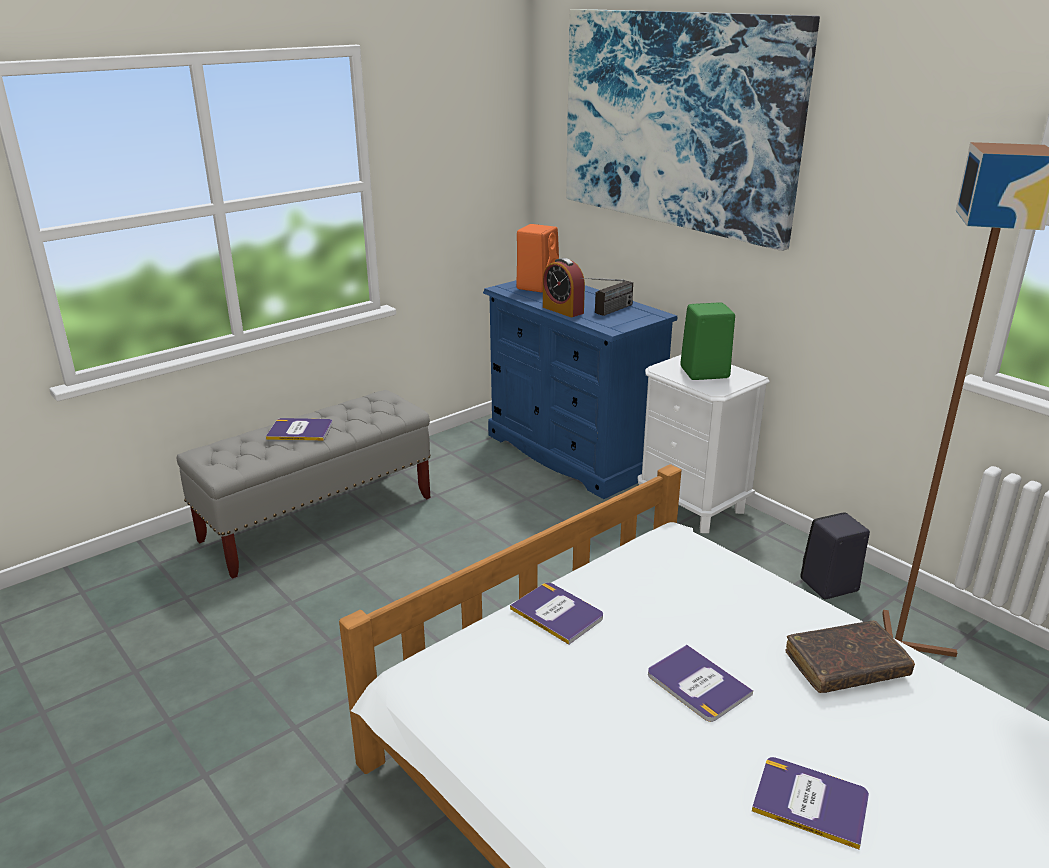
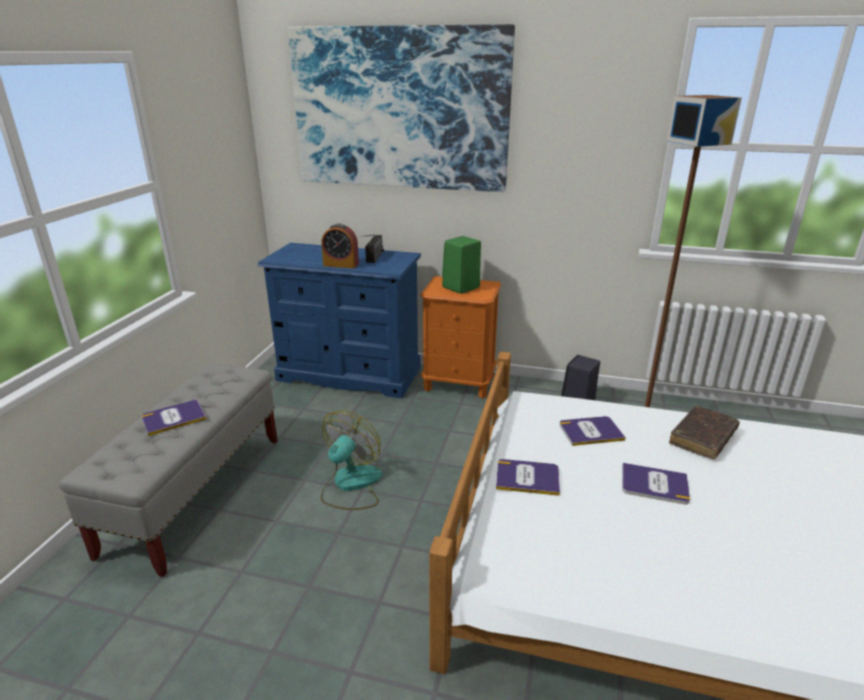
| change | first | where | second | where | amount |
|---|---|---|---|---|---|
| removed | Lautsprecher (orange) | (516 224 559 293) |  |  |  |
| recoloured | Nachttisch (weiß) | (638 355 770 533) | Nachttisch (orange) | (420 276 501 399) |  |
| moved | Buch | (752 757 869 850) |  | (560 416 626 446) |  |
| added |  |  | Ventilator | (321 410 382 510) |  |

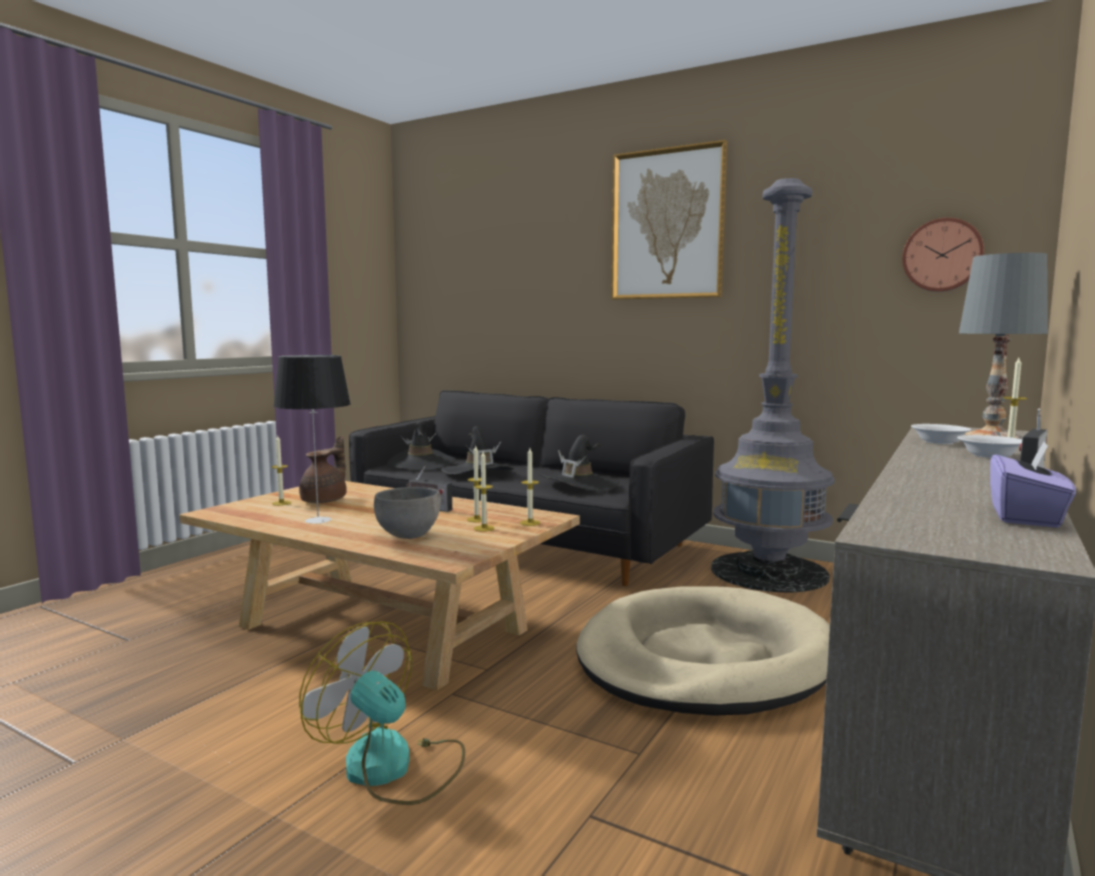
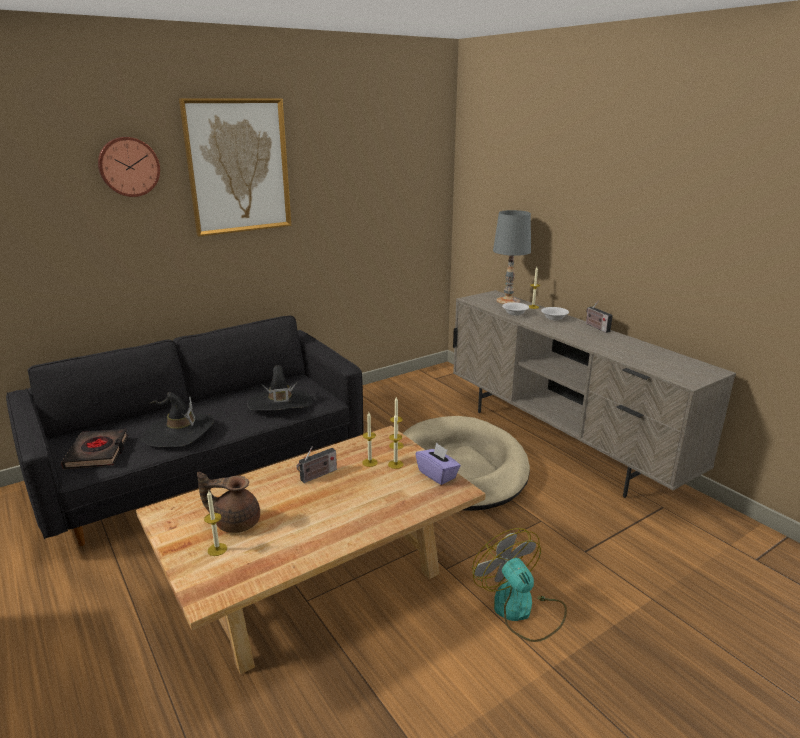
| change | first | where | second | where | amount |
|---|---|---|---|---|---|
| removed | Tischlampe | (273 355 351 524) |  |  |  |
| turned | Teekanne (braun) | (299 436 347 503) |  | (197 472 260 533) | 45 degrees counterclockwise |
| turned | Ventilator | (299 621 465 805) |  | (472 528 567 642) | 90 degrees clockwise |
| removed | Schüssel (grau) | (374 487 441 539) |  |  |  |
| replaced | Hut (schwarz) | (386 421 456 471) | Buch (schwarz) | (61 429 128 469) |  |
| removed | Stehlampe (grau) | (711 178 835 592) |  |  |  |
| moved | Wanduhr | (902 218 984 292) |  | (98 137 160 197) |  |
| moved | Taschentuchbox (lila) | (990 440 1076 528) |  | (416 443 461 485) |  |

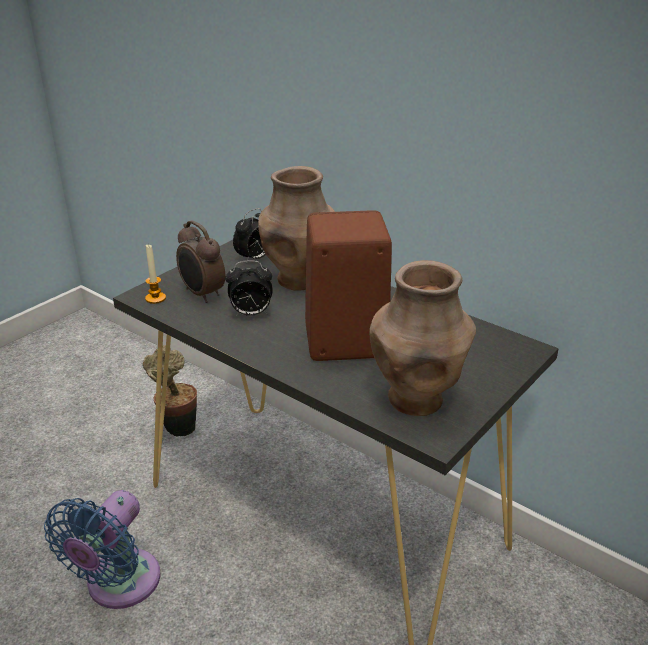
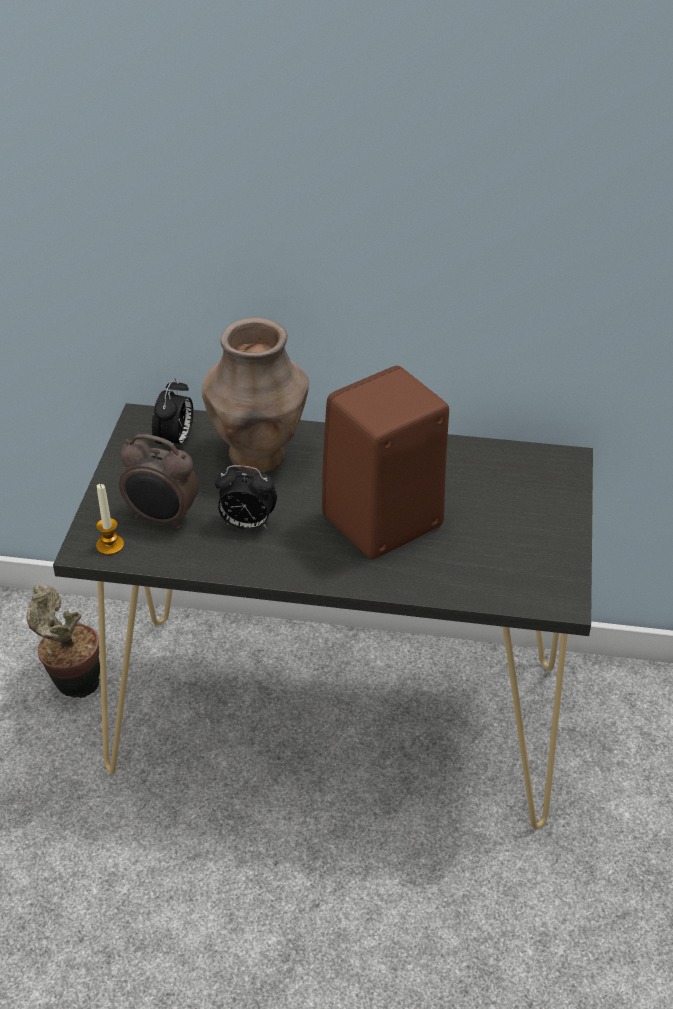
| change | first | where | second | where | amount |
|---|---|---|---|---|---|
| removed | Ventilator (blau) | (44 490 160 609) |  |  |  |
| turned | Wecker | (225 260 272 316) |  | (215 465 277 530) | 45 degrees clockwise |
| removed | Vase (braun) | (369 260 476 416) |  |  |  |

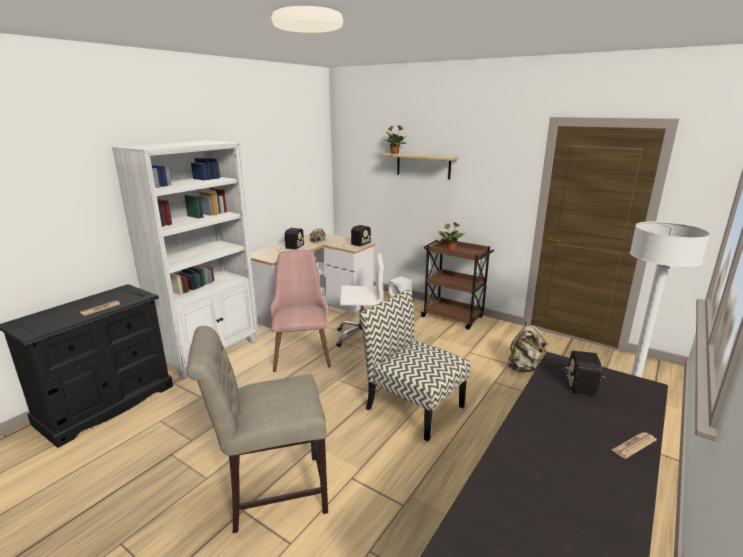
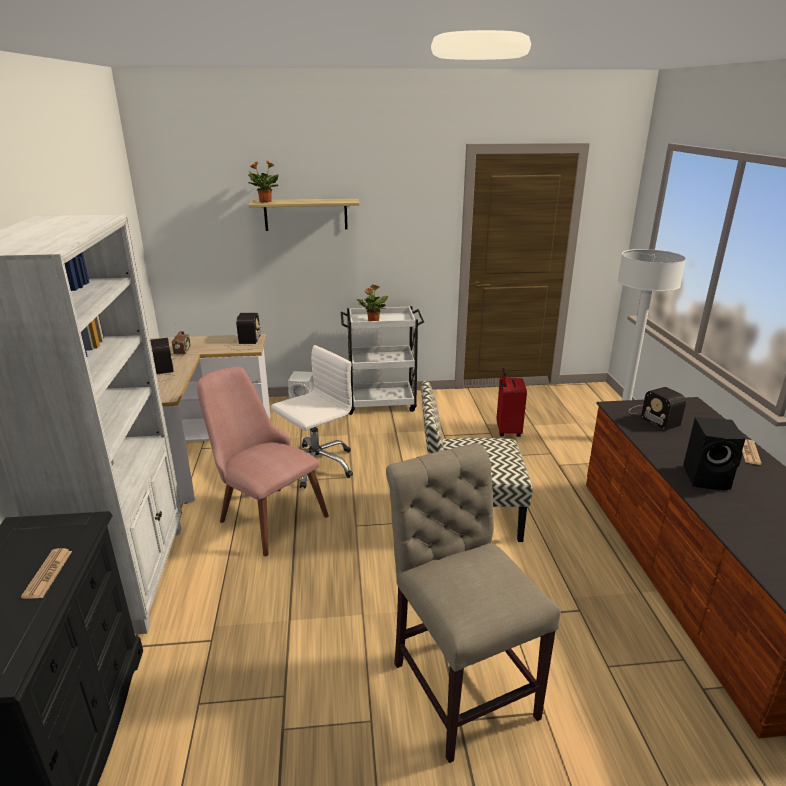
| change | first | where | second | where | amount |
|---|---|---|---|---|---|
| turned | Stuhl (beige) | (186 326 328 533) |  | (386 443 561 763) | 120 degrees clockwise |
| recoloured | Rollwagen (braun) | (420 238 494 330) | Rollwagen (weiß) | (341 306 424 415) |  |
| replaced | Rucksack (beige) | (508 321 547 372) | Koffer (rot) | (497 367 527 437) |  |
| added |  |  | Lautsprecher (schwarz) | (683 417 745 490) |  |

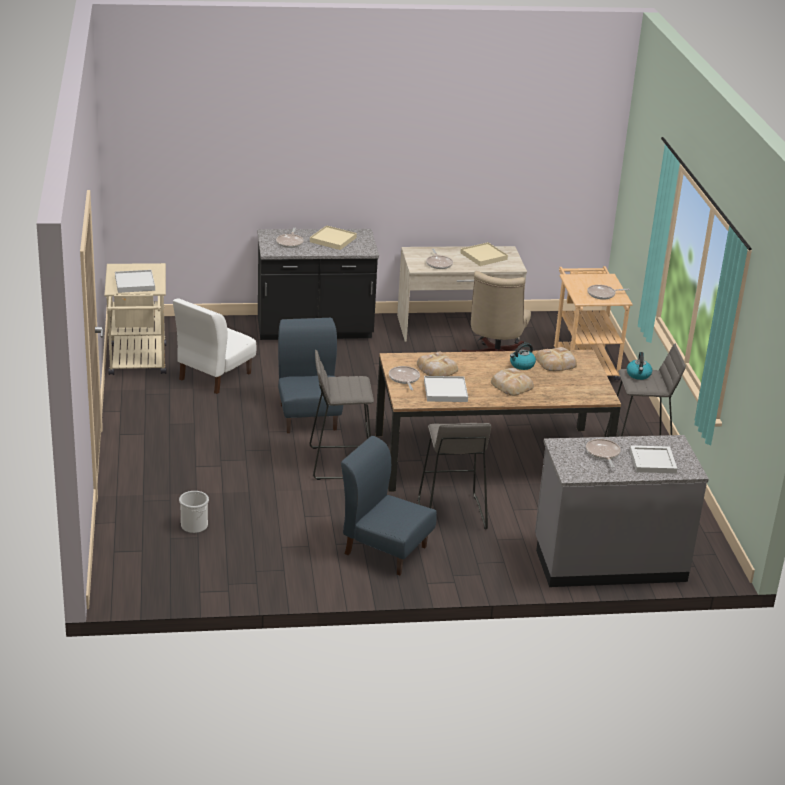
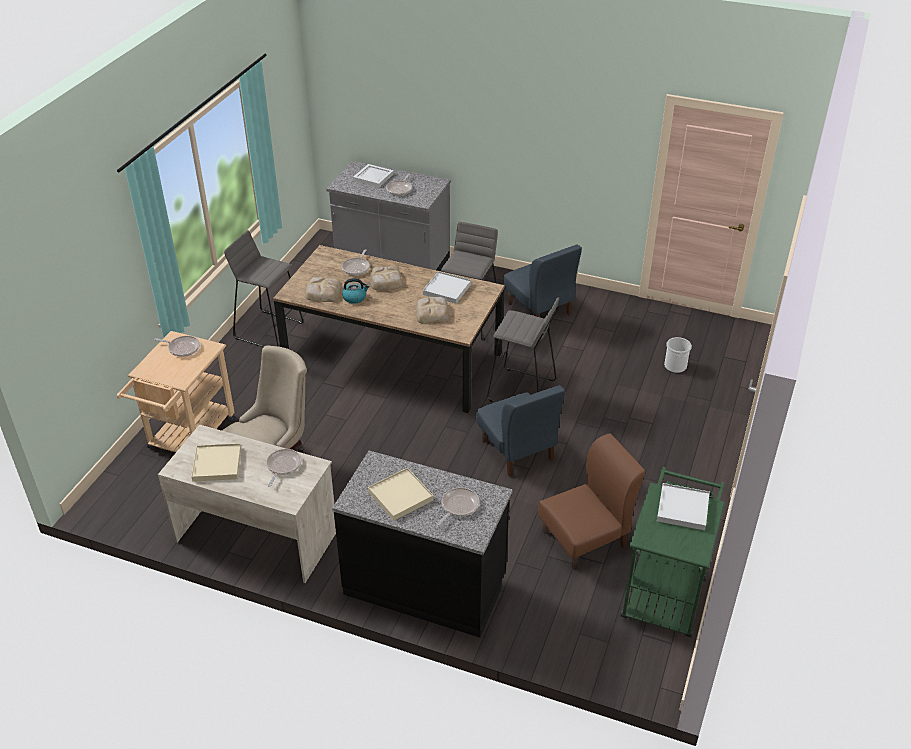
| change | first | where | second | where | amount |
|---|---|---|---|---|---|
| recoloured | Rollwagen (beige) | (104 263 167 375) | Rollwagen (grün) | (620 467 725 638) |  |
| recoloured | Stuhl (weiß) | (173 298 257 394) | Stuhl (braun) | (538 433 645 570) |  |
| turned | Stuhl (blau) | (278 318 343 433) |  | (476 385 565 477) | 45 degrees counterclockwise |
| moved | Pfanne | (389 366 420 390) |  | (342 249 370 275) |  |
| removed | Wasserkessel | (627 352 652 380) |  |  |  |

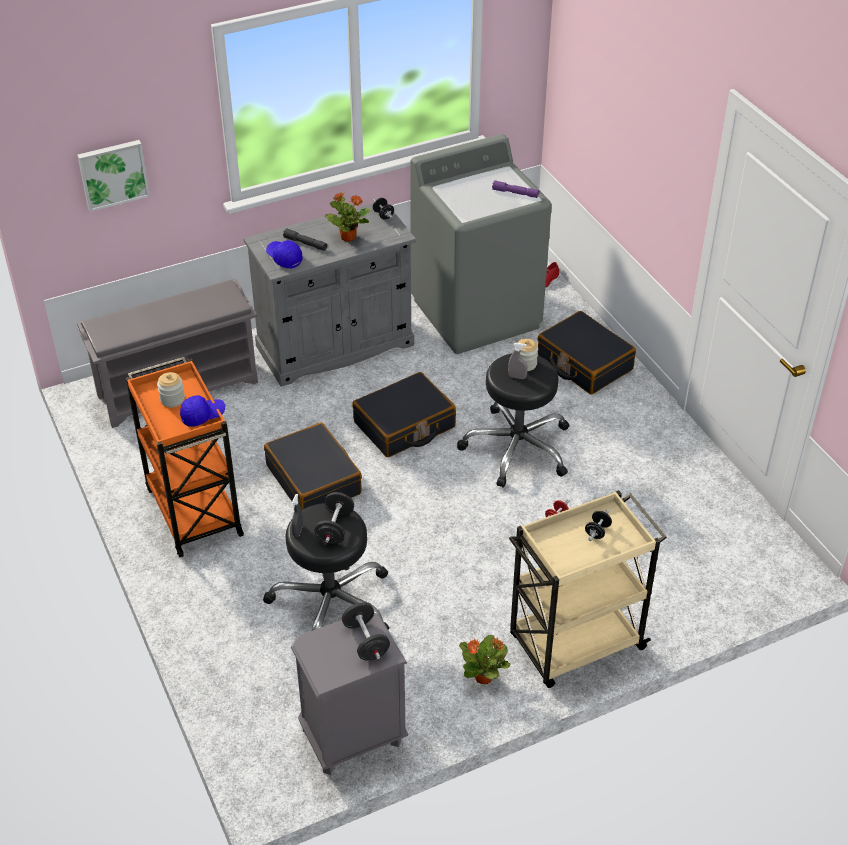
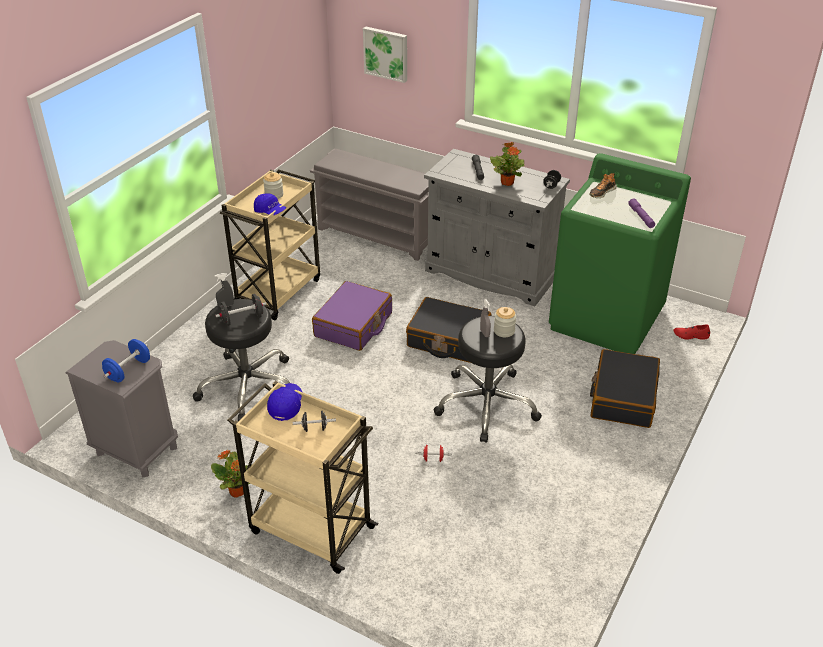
| change | first | where | second | where | amount |
|---|---|---|---|---|---|
| recoloured | Rollwagen (orange) | (125 357 244 557) | Rollwagen (beige) | (220 169 320 320) |  |
| recoloured | Koffer (schwarz) | (264 422 362 510) | Koffer (lila) | (312 281 392 351) |  |
| moved | Kappe (blau) | (266 240 302 269) |  | (267 383 302 421) |  |
| recoloured | Hantel (schwarz) | (342 603 390 660) | Hantel (blau) | (102 339 150 382) |  |
| recoloured | Waschmaschine (grau) | (410 134 552 354) | Waschmaschine (grün) | (549 153 691 354) |  |
| added |  |  | Schuh | (589 173 617 198) |  |

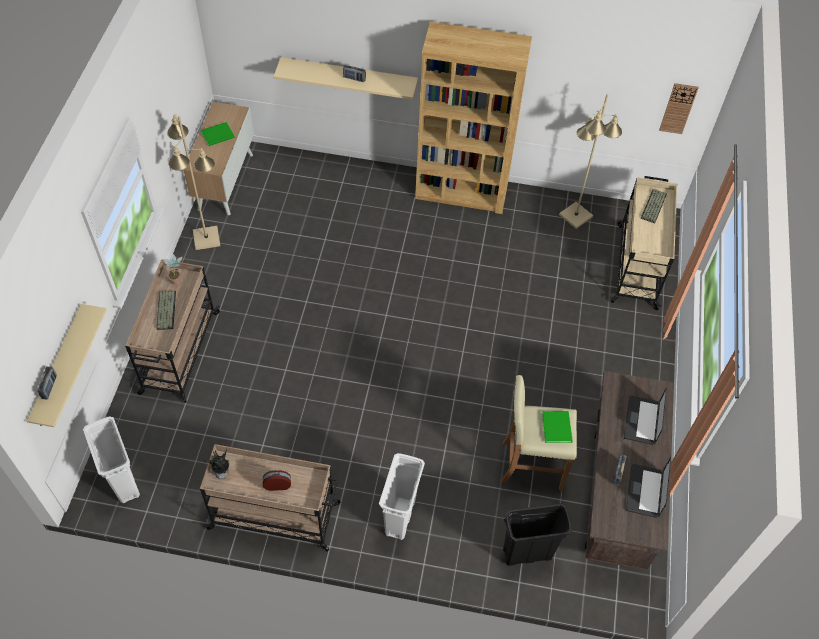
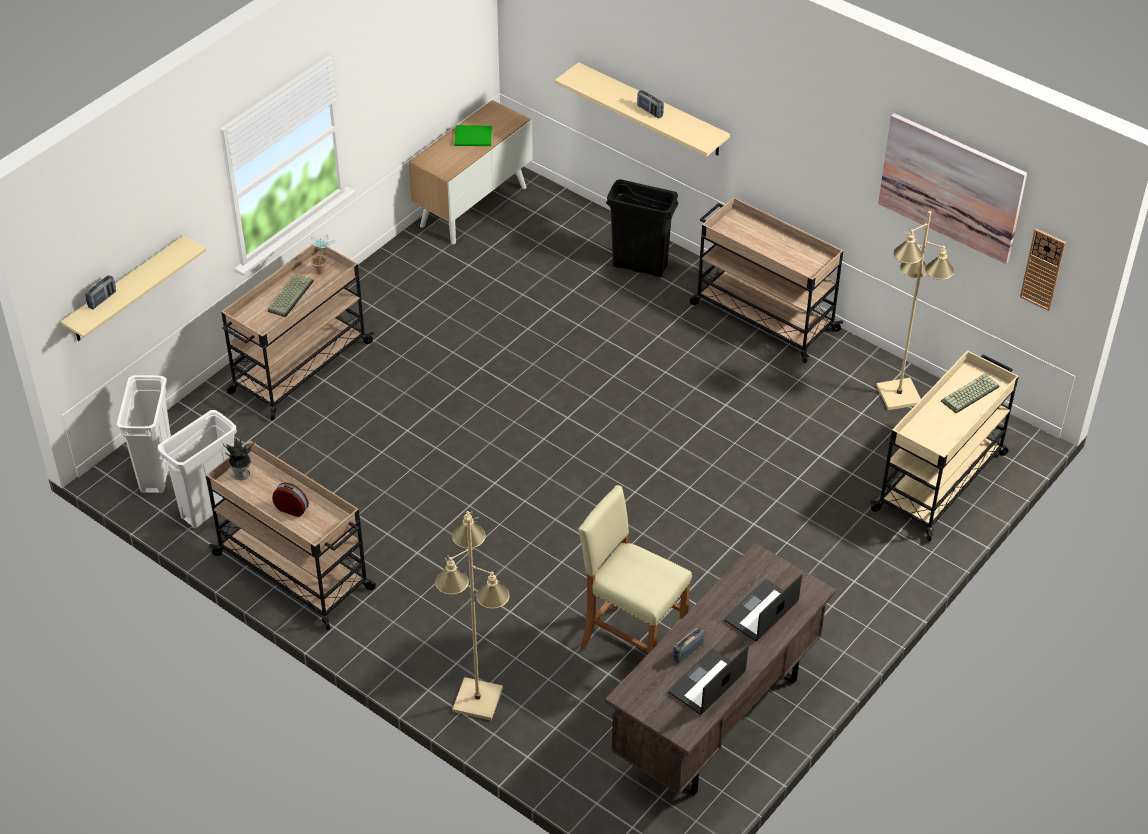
| change | first | where | second | where | amount |
|---|---|---|---|---|---|
| moved | Stehlampe (beige) | (167 114 220 250) |  | (435 511 510 720) |  |
| moved | Mülleimer (weiß) | (379 453 425 540) |  | (158 410 237 528) |  |
| replaced | Bücherregal (braun) | (415 22 532 214) | Rollwagen (beige) | (690 197 843 363) |  |
| moved | Mülleimer (schwarz) | (503 503 572 566) |  | (606 179 679 277) |  |
| removed | Buch (grün) | (542 411 573 443) |  |  |  |
| added |  |  | Bild | (878 113 1027 264) |  |

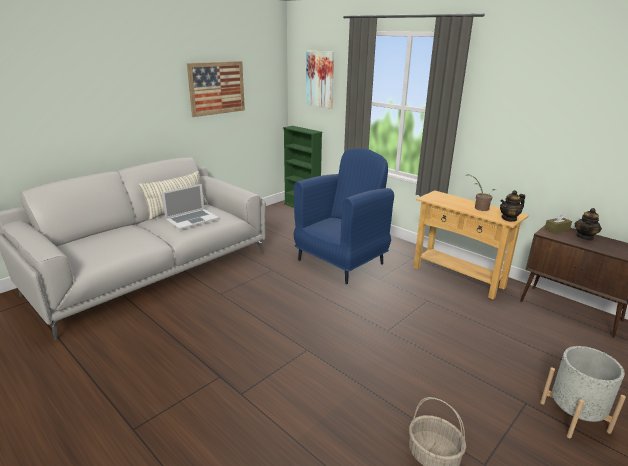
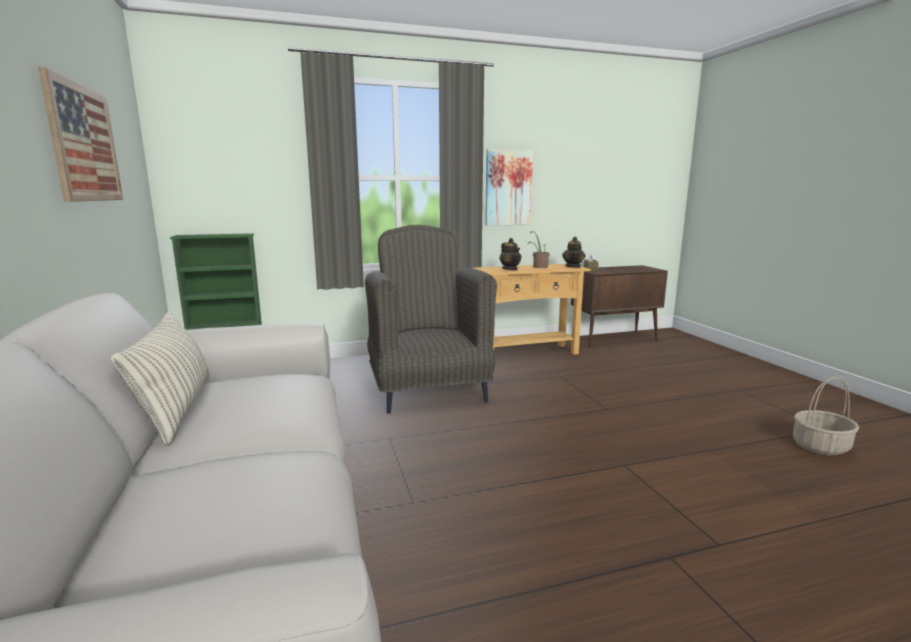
| change | first | where | second | where | amount |
|---|---|---|---|---|---|
| removed | Laptop | (162 184 219 230) |  |  |  |
| recoloured | Sessel (blau) | (293 148 394 284) | Sessel (grau) | (365 225 497 414) |  |
| moved | Bild | (306 50 334 108) |  | (485 149 533 226) |  |
| removed | Pflanzkübel (grau) | (540 346 626 438) |  |  |  |
| moved | Teekanne | (575 208 602 241) |  | (499 238 521 270) |  |

